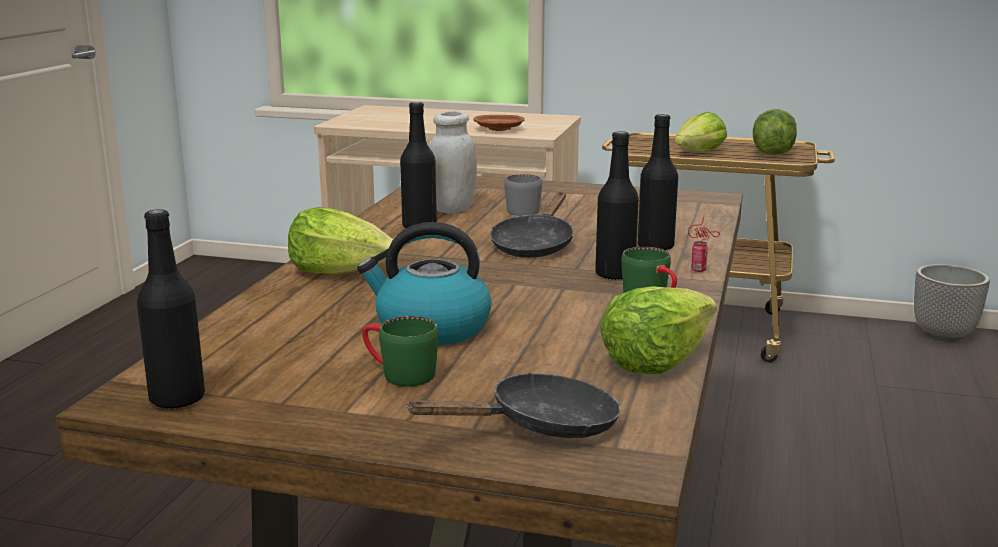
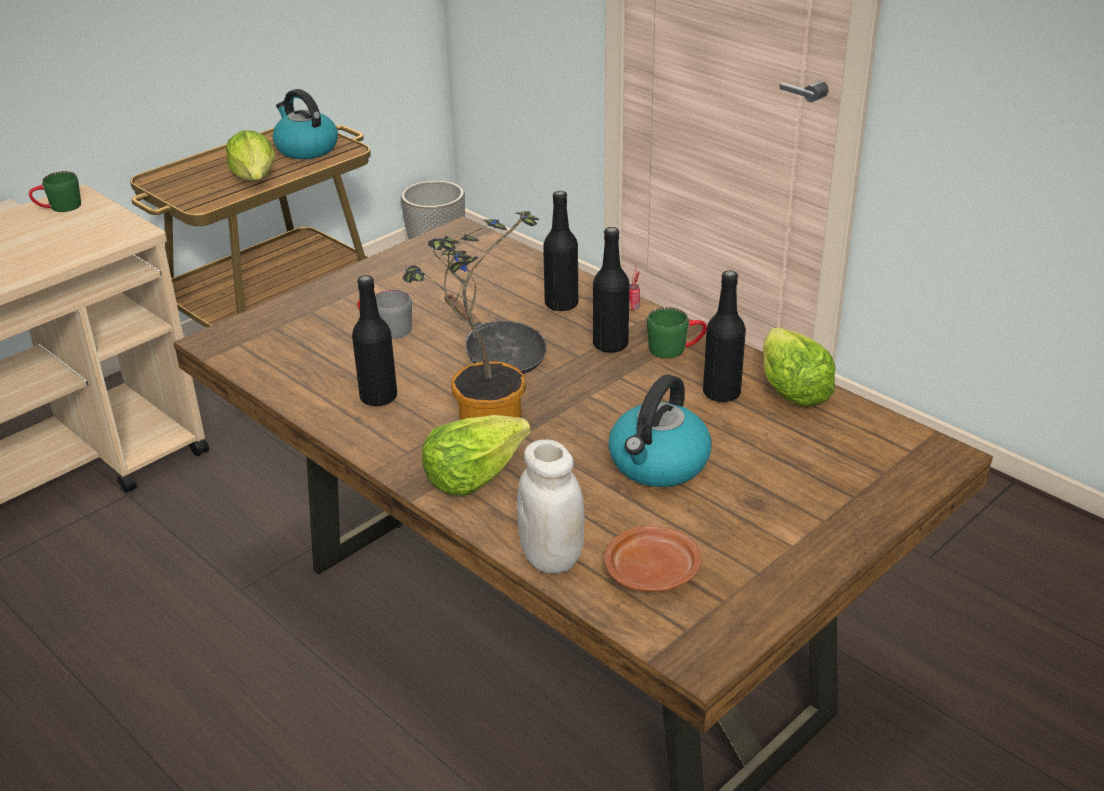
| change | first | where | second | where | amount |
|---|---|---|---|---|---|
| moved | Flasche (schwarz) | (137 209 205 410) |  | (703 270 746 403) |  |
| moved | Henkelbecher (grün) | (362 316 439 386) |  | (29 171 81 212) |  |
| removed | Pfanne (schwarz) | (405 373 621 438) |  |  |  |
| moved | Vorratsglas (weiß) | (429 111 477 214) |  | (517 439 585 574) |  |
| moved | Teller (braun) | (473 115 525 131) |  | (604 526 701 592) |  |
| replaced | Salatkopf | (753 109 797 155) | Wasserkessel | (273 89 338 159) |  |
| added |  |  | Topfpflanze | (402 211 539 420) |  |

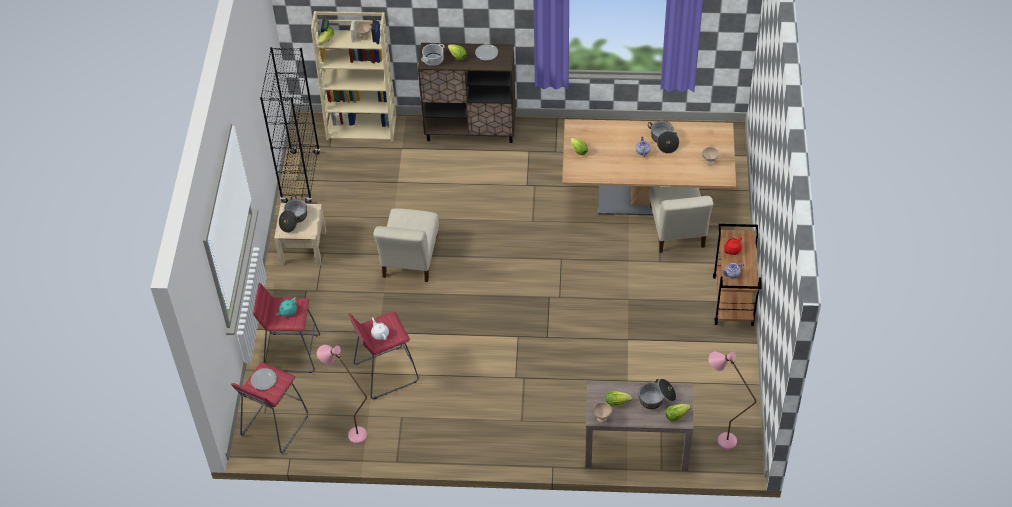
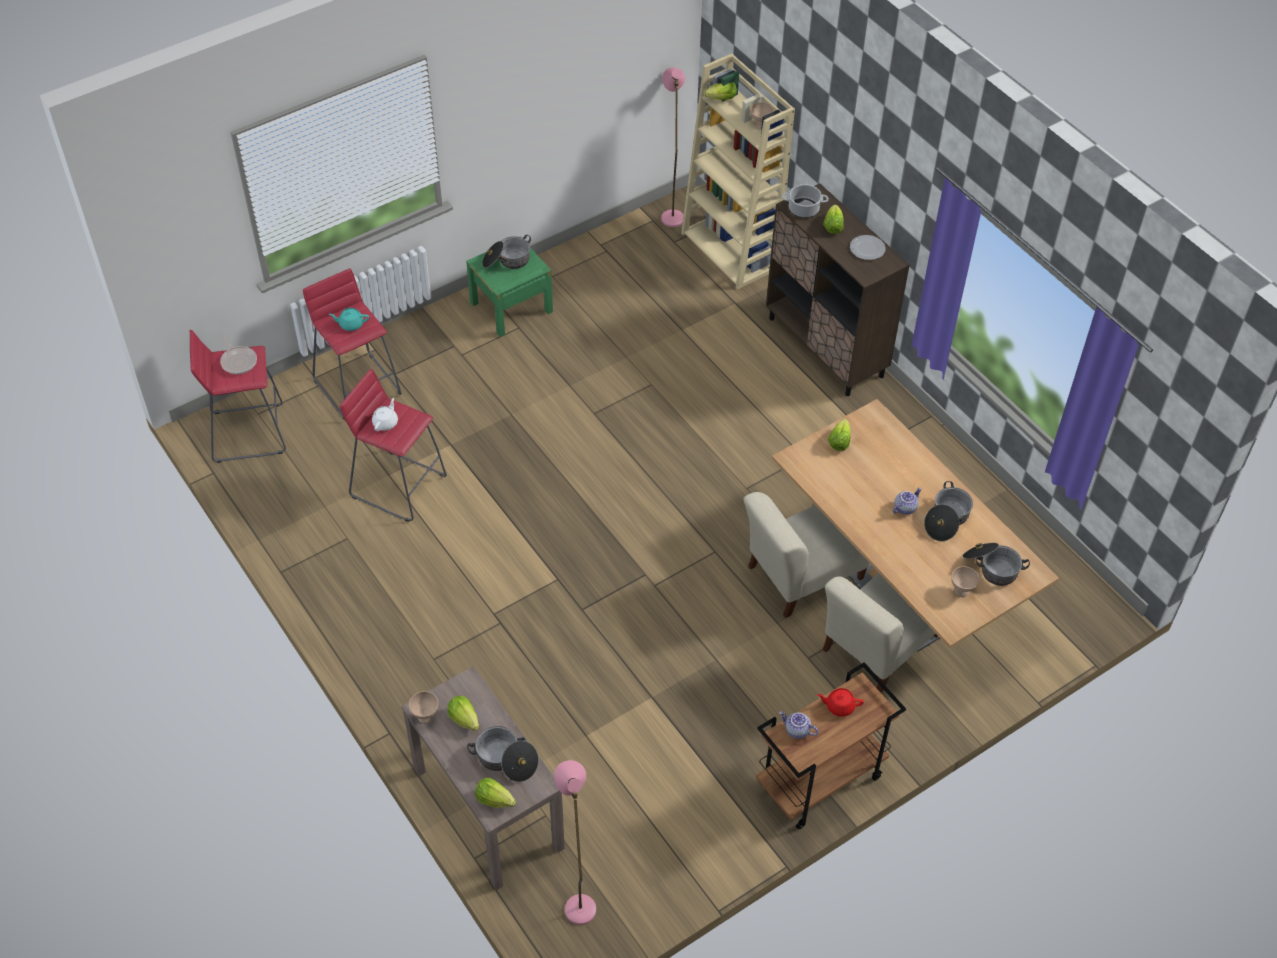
| change | first | where | second | where | amount |
|---|---|---|---|---|---|
| replaced | Teller | (251 368 277 390) | Pfanne | (220 336 257 374) |  |
| removed | Bücherregal (schwarz) | (260 47 320 203) |  |  |  |
| recoloured | Nachttisch (beige) | (274 203 326 266) | Nachttisch (grün) | (466 248 553 337) |  |
| moved | Stehlampe (rosa) | (317 345 367 444) |  | (661 68 685 227) |  |
| moved | Stuhl (beige) | (373 208 439 282) |  | (744 492 870 618) |  |
| added |  |  | Kochtopf | (963 543 1030 586) |  |

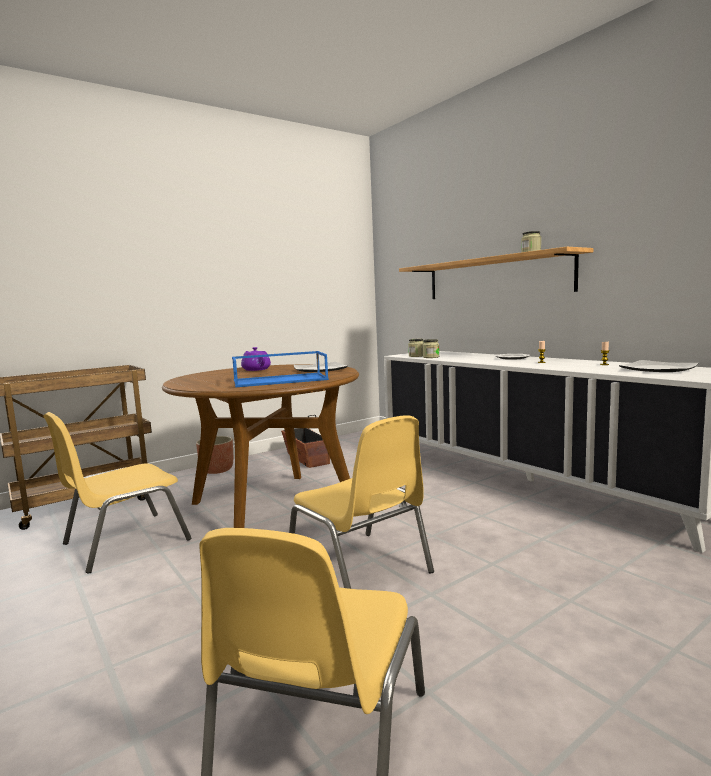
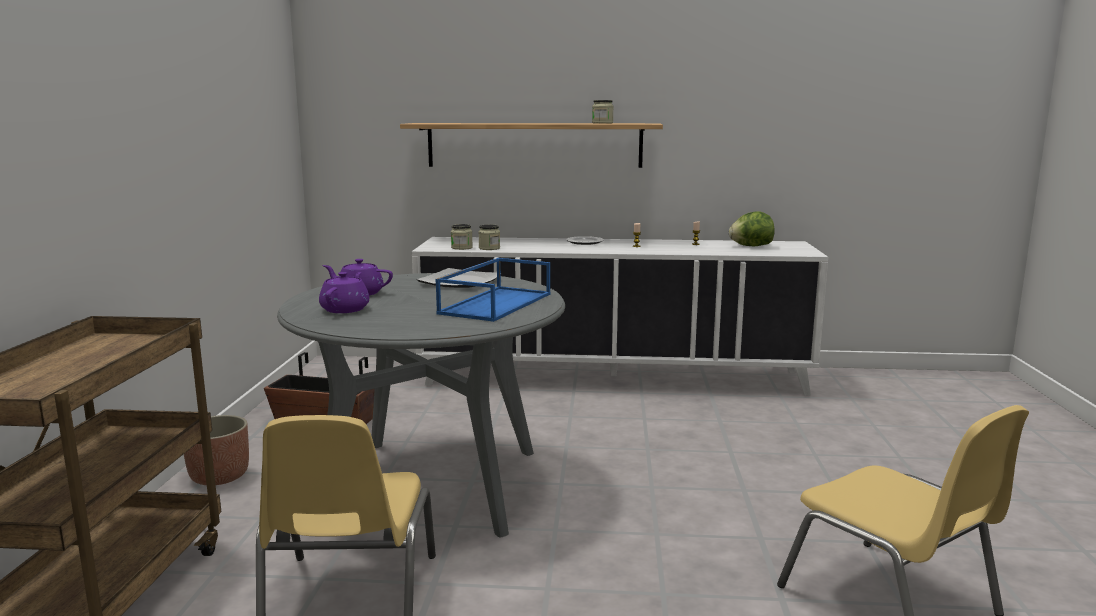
| change | first | where | second | where | amount |
|---|---|---|---|---|---|
| recoloured | Esstisch (braun) | (162 364 359 528) | Esstisch (grau) | (277 273 565 538) |  |
| removed | Stuhl (gelb) | (289 415 434 589) |  |  |  |
| replaced | Teller | (619 360 699 372) | Salatkopf | (729 211 775 246) |  |
| added |  |  | Teekanne (lila) | (319 272 369 313) |  |

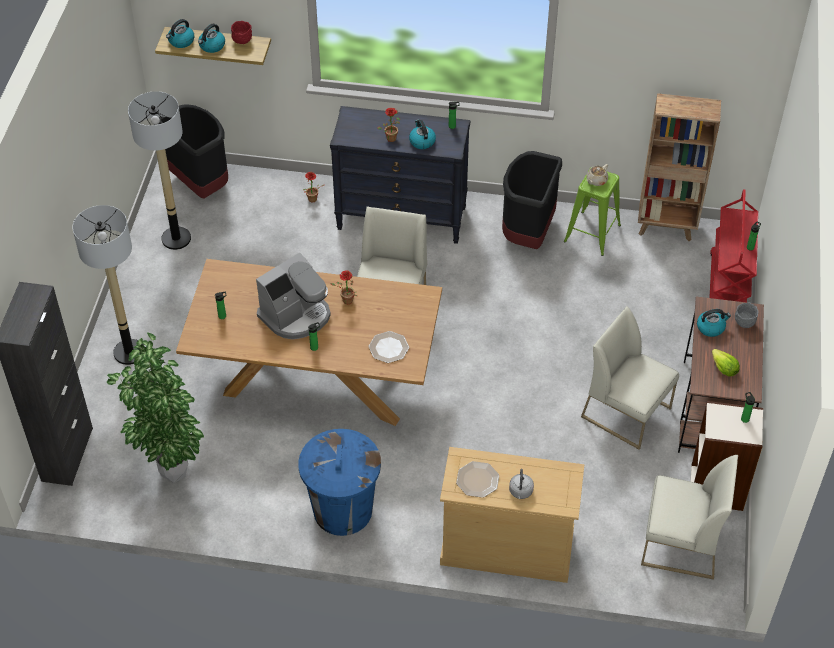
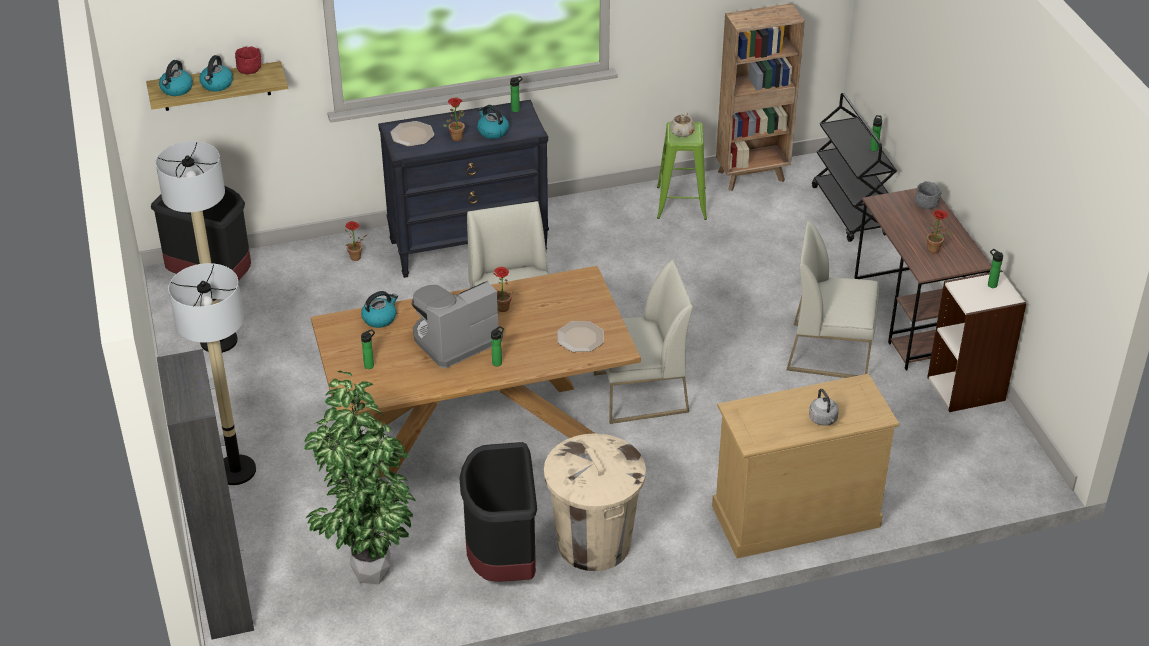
| change | first | where | second | where | amount |
|---|---|---|---|---|---|
| turned | Kaffeemaschine | (256 252 331 339) |  | (412 281 503 368) | 150 degrees counterclockwise |
| recoloured | Mülleimer (blau) | (298 429 381 536) | Mülleimer (beige) | (544 433 646 571) |  |
| moved | Teller | (456 461 499 498) |  | (390 121 434 147) |  |
| moved | Mülleimer (schwarz) | (502 151 562 249) |  | (460 442 537 582) |  |
| moved | Stuhl (weiß) | (641 455 738 580) |  | (594 260 693 424) |  |
| moved | Wasserkessel | (697 309 731 337) |  | (361 291 398 328) |  |
| recoloured | Rollwagen (rot) | (709 189 758 303) | Rollwagen (schwarz) | (812 93 897 242) |  |
| replaced | Salatkopf | (712 349 740 376) | Topfpflanze | (927 210 953 254) |  |

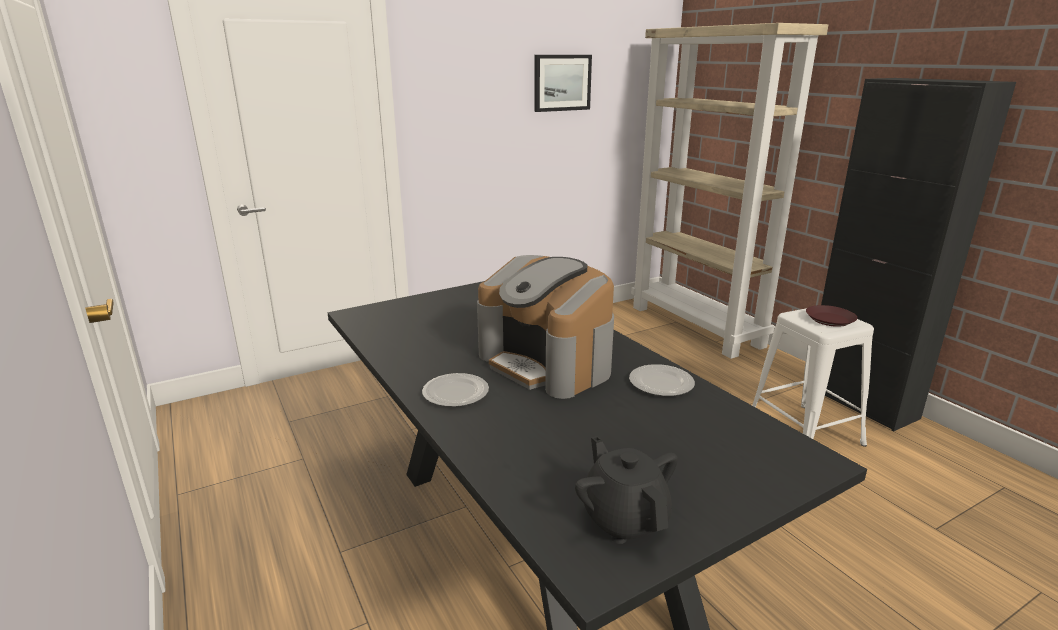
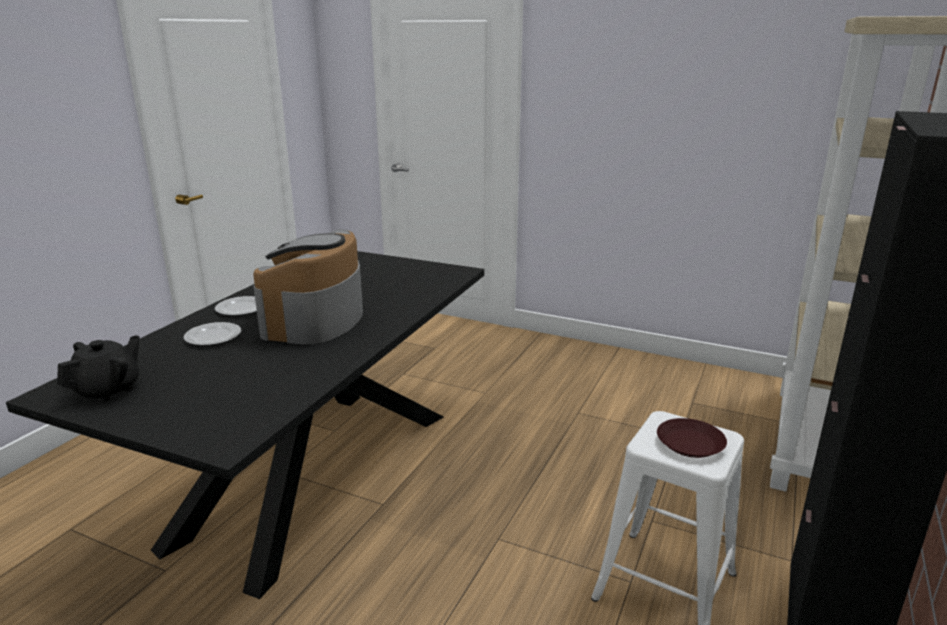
| change | first | where | second | where | amount |
|---|---|---|---|---|---|
| removed | Bild | (534 55 592 112) |  |  |  |
| moved | Teller | (629 364 695 396) |  | (184 322 241 346) |  |

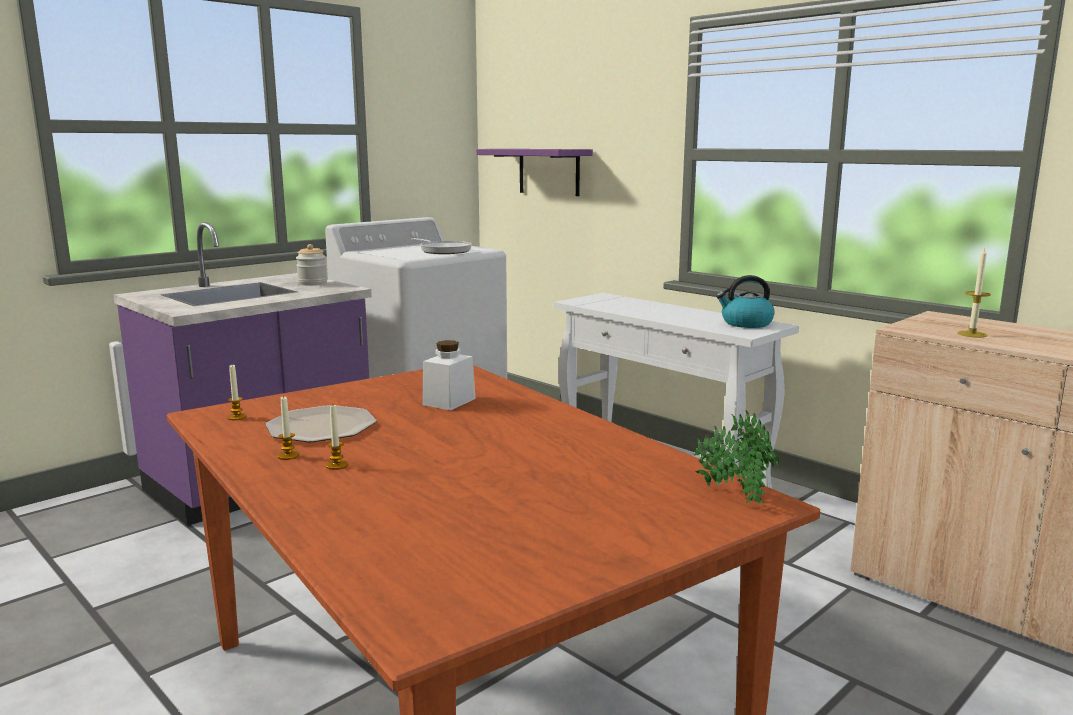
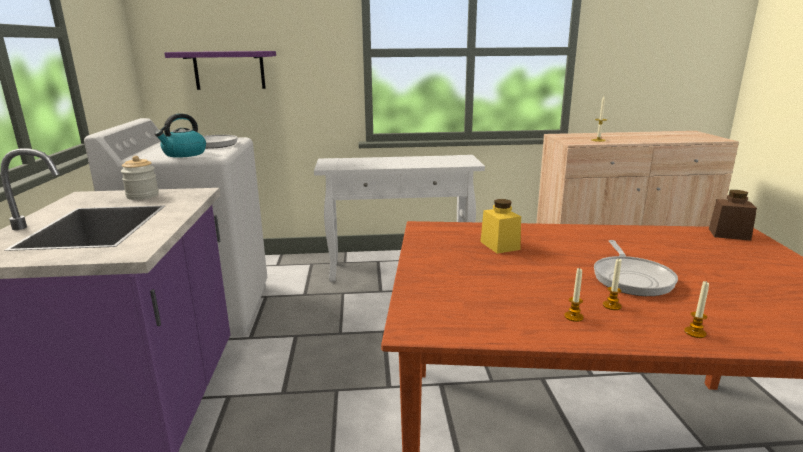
| change | first | where | second | where | amount |
|---|---|---|---|---|---|
| moved | Kerze | (227 365 247 420) |  | (684 280 709 338) |  |
| removed | Teller | (265 405 377 442) |  |  |  |
| recoloured | Vorratsglas (weiß) | (422 340 476 410) | Vorratsglas (gelb) | (480 199 521 254) |  |
| replaced | Topfpflanze | (693 410 779 504) | Vorratsglas (braun) | (709 190 757 241) |  |
| moved | Wasserkessel | (716 275 775 328) |  | (155 113 206 158) |  |
| added |  |  | Pfanne | (594 240 678 296) |  |

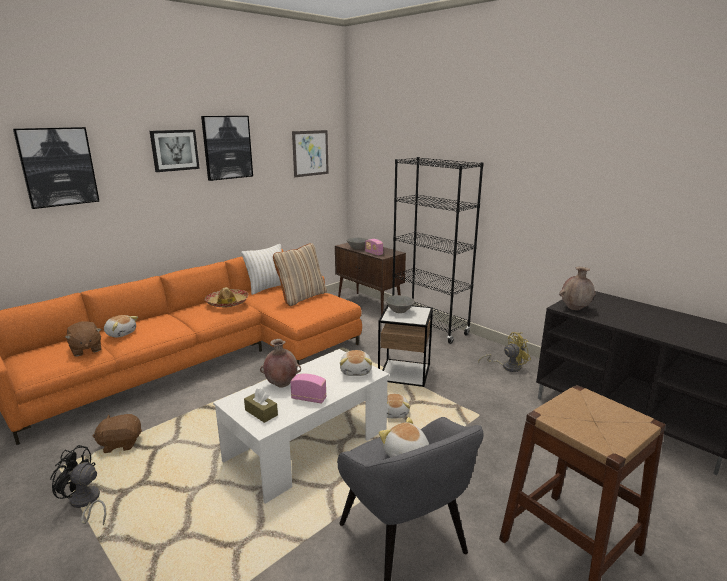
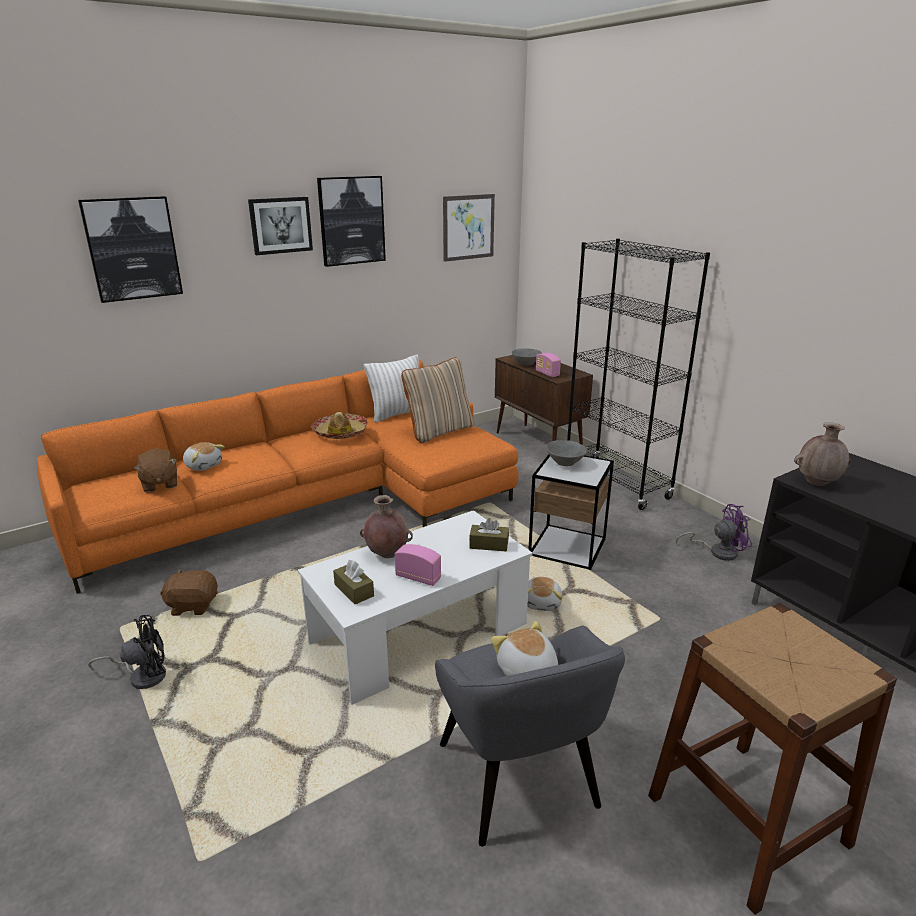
| change | first | where | second | where | amount |
|---|---|---|---|---|---|
| turned | Ventilator (schwarz) | (50 445 106 525) |  | (88 615 166 689) | 135 degrees clockwise |
| replaced | Plüschtier | (340 350 372 376) | Taschentuchbox (braun) | (469 518 509 551) |  |
| recoloured | Ventilator (gelb) | (478 332 531 372) | Ventilator (lila) | (676 504 752 561) |  |

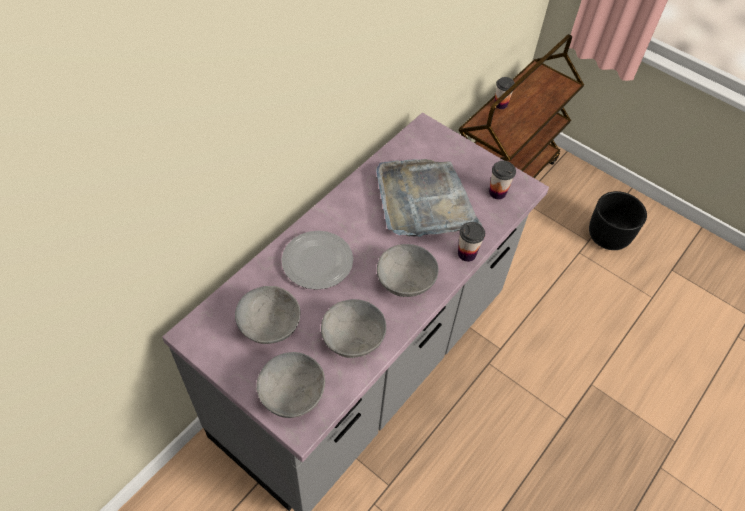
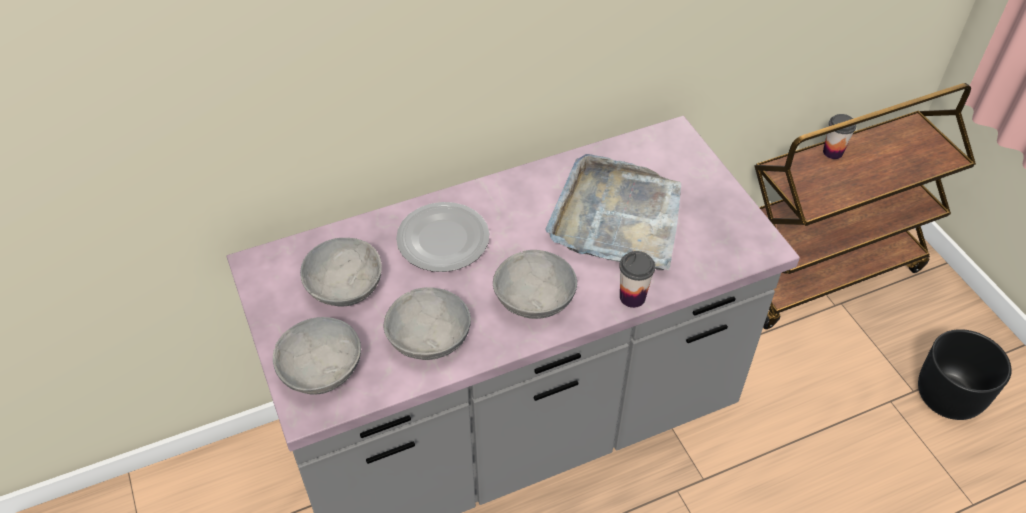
| change | first | where | second | where | amount |
|---|---|---|---|---|---|
| removed | Tasse | (489 161 516 200) |  |  |  |

